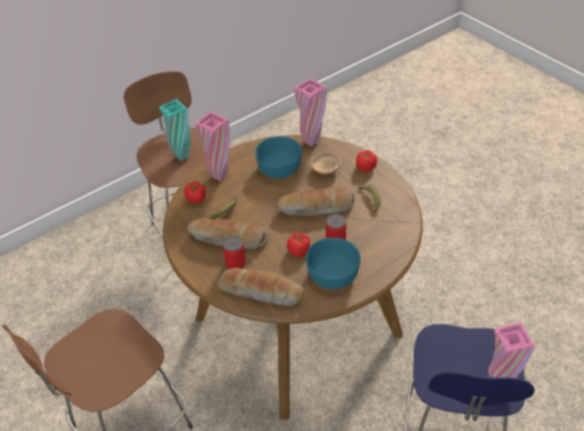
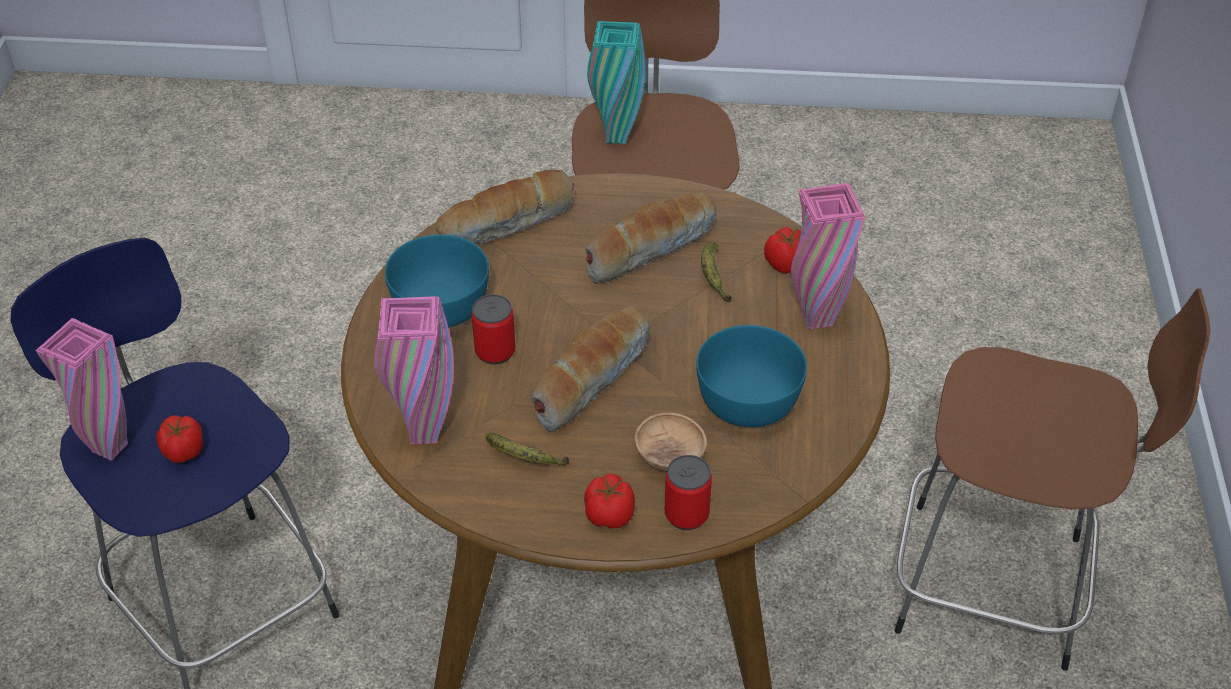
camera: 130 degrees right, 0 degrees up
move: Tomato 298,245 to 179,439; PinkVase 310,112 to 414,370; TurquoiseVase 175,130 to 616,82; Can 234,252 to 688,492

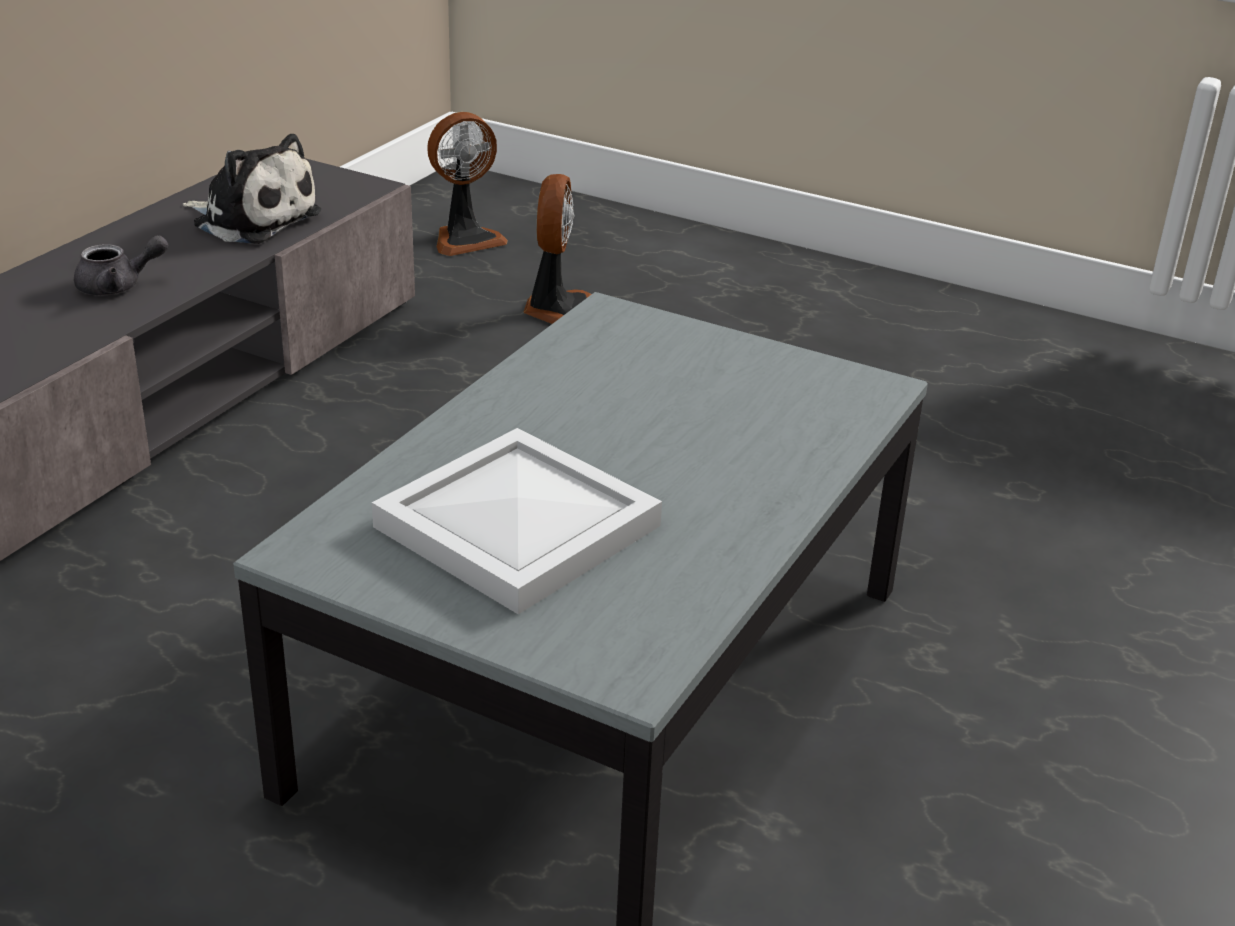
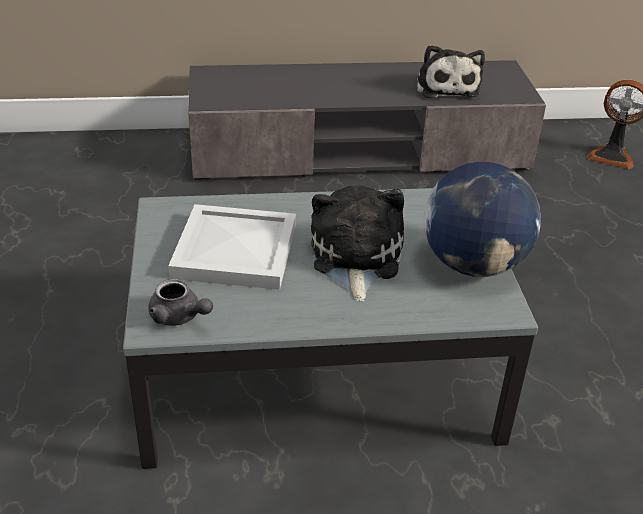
camera: 55 degrees right, 5 degrees up
delete: Fan 557,249
insert: PlushToy 357,243; Globe 482,219
move: GreyTeapot 121,265 to 180,302

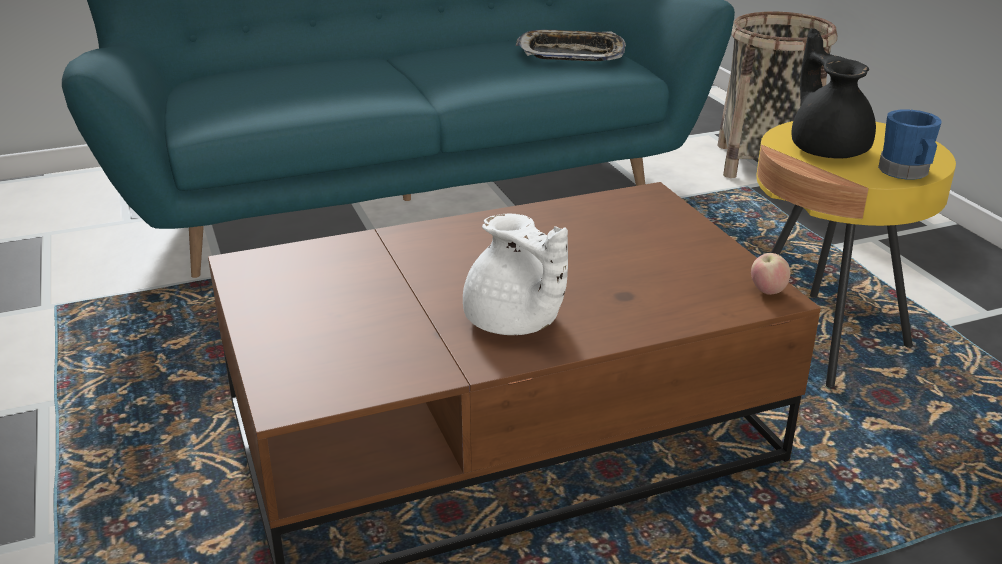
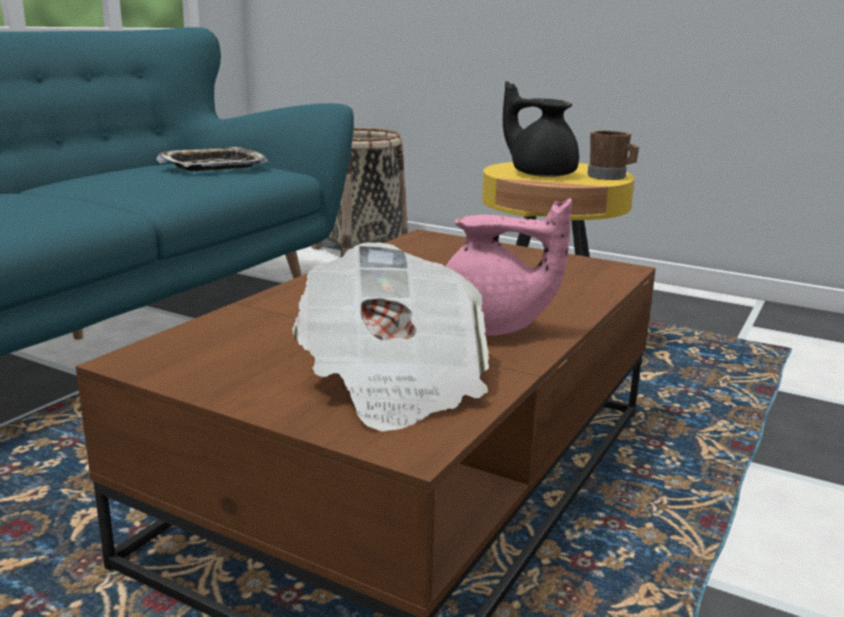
camera: 40 degrees left, 10 degrees down
delete: Apple 770,274
insert: Newspaper 390,337
recolor: WhiteTeapot 515,274 to PinkTeapot 509,266; BlueMug 910,144 to BrownMug 613,155

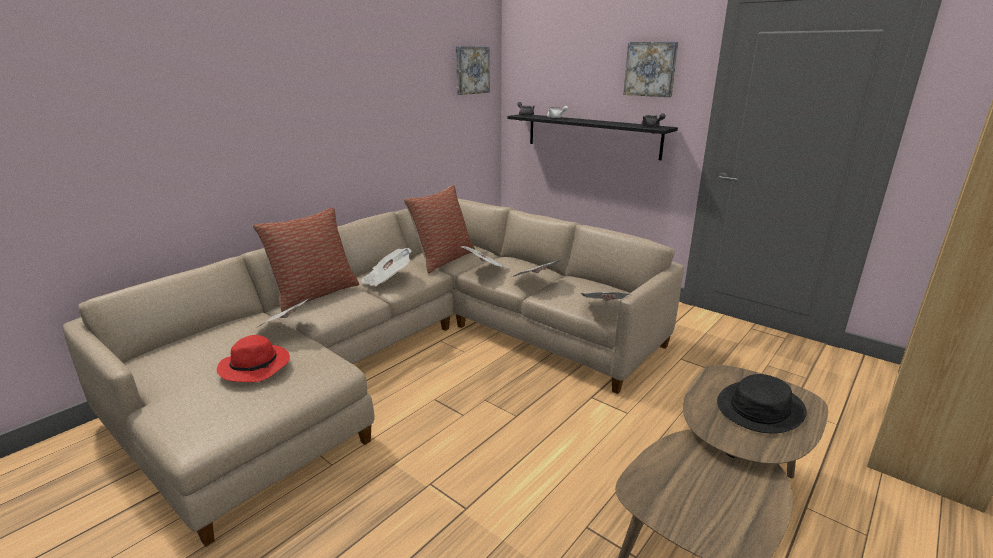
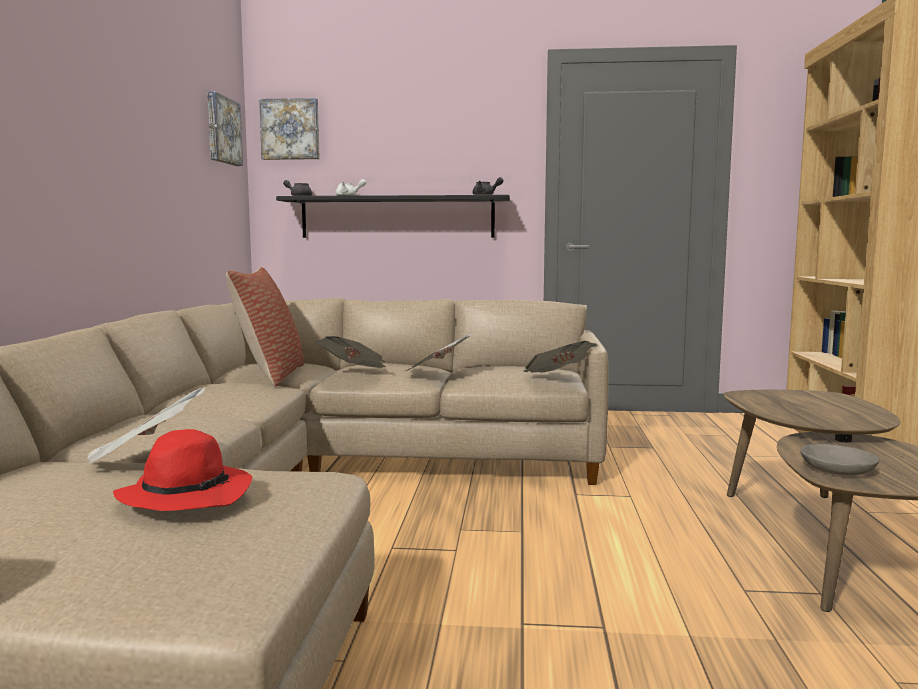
camera: 35 degrees left, 15 degrees down
delete: Pillow 306,259; Newspaper 386,267; BlackHat 762,404
insert: GreyBowl 839,459
move: Picture 650,69 to 289,129

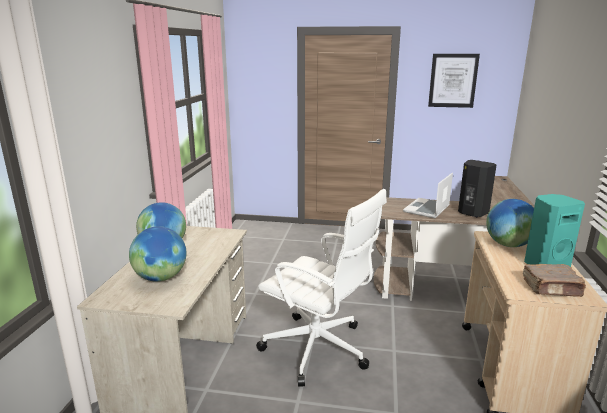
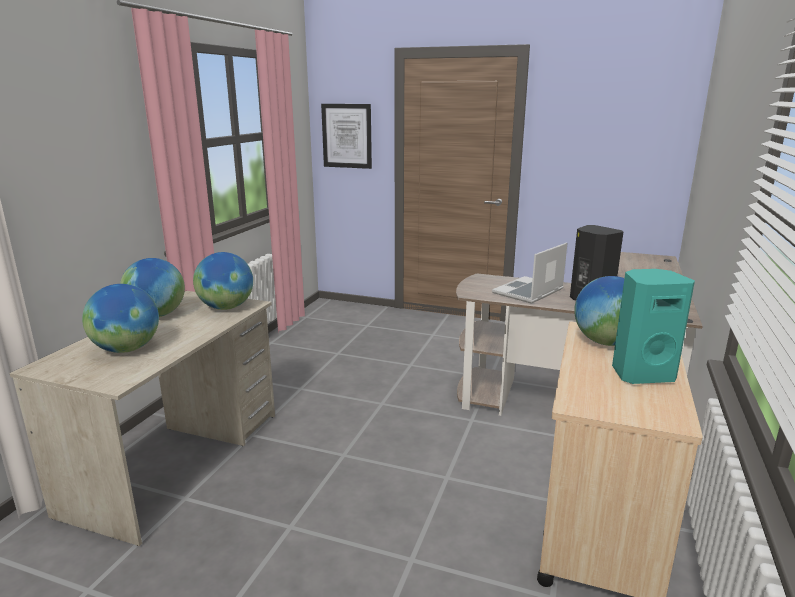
camera: 10 degrees right, 0 degrees up
delete: WhiteOfficeChair 321,288; BrownBook 554,280
insert: Globe 223,281
move: Picture 454,81 to 346,136

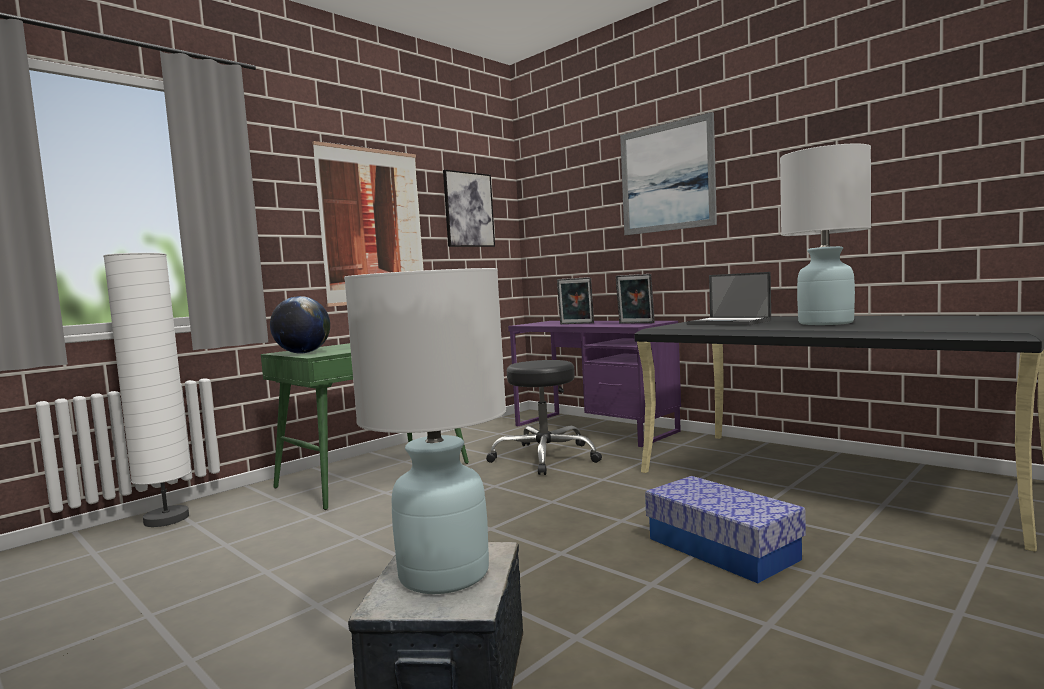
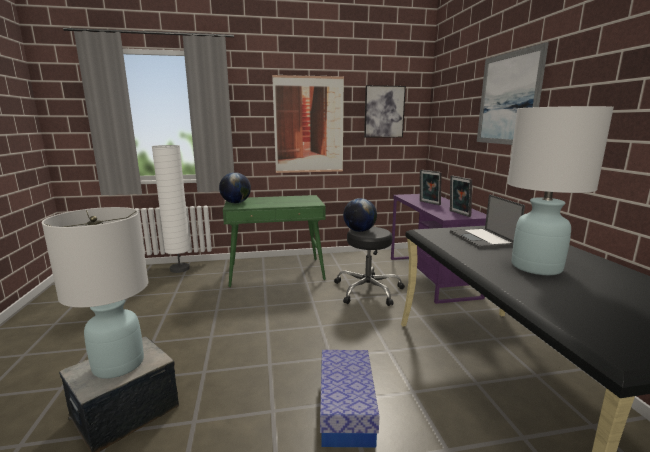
camera: 35 degrees right, 10 degrees up
insert: Globe 360,215

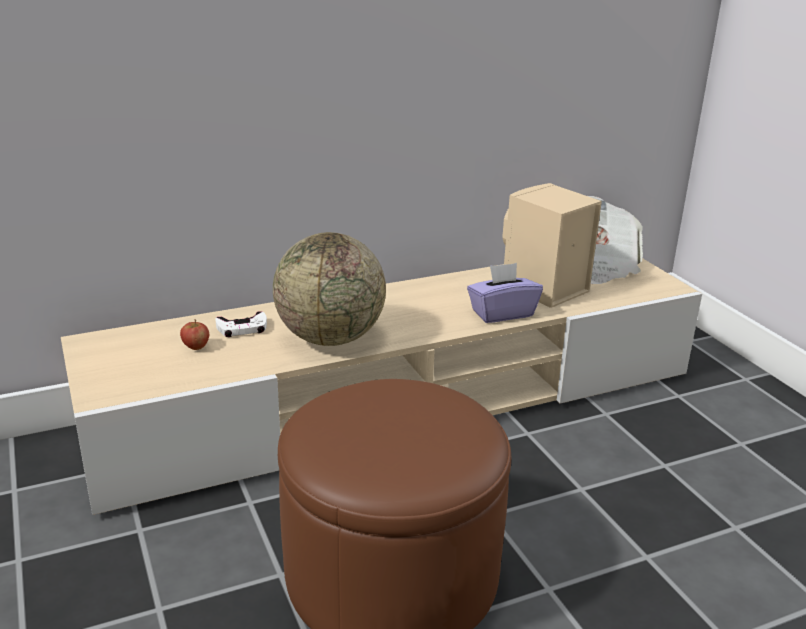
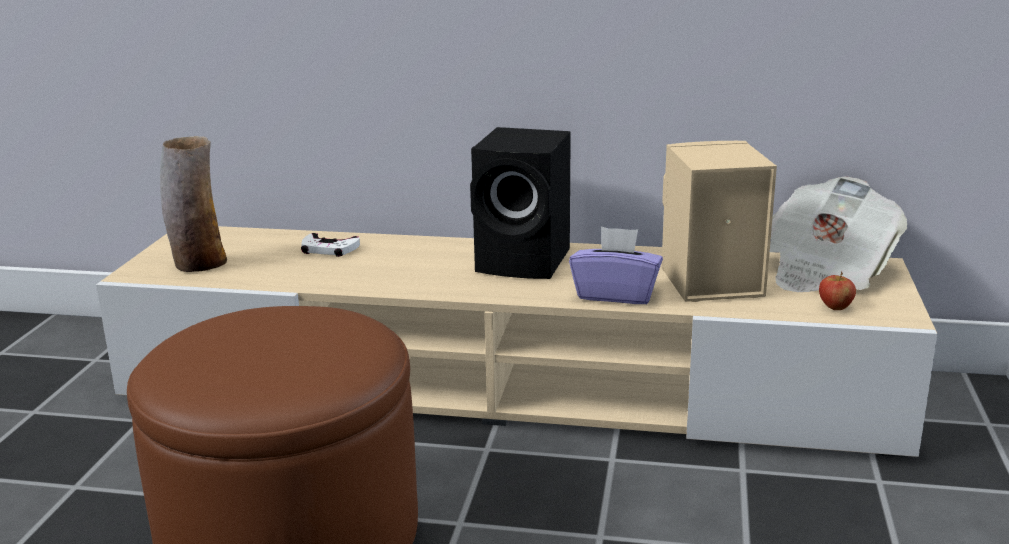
camera: 35 degrees right, 5 degrees down
delete: Globe 329,289
insert: Vase 193,204; BlackSpeaker 520,203
move: Apple 194,334 to 837,291

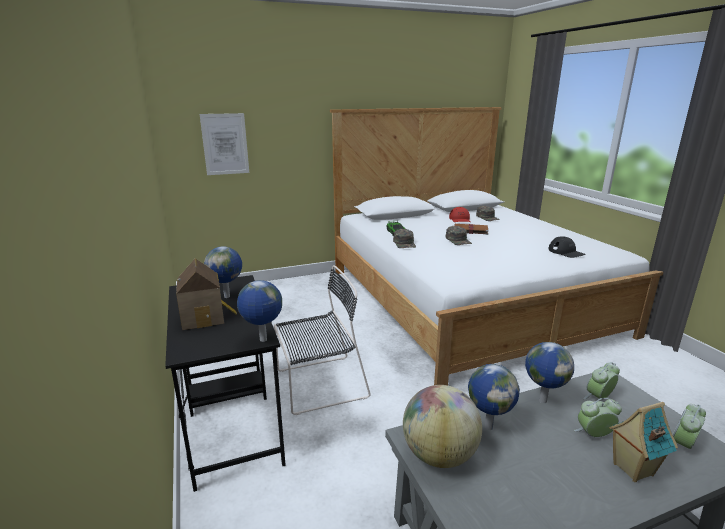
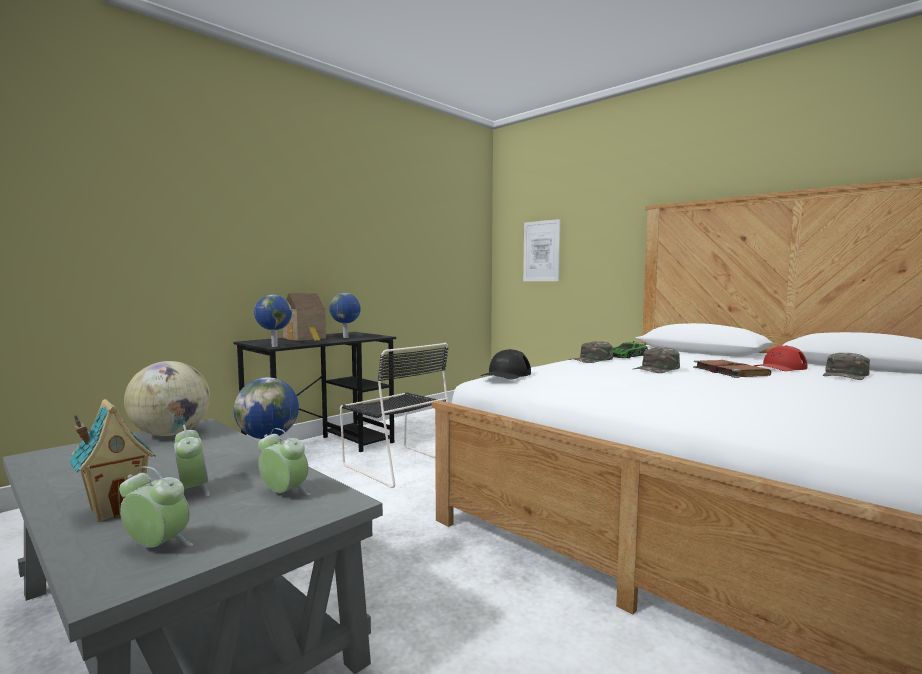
camera: 65 degrees right, 15 degrees down
delete: Globe 494,397
move: BlackCap 567,247 to 505,364

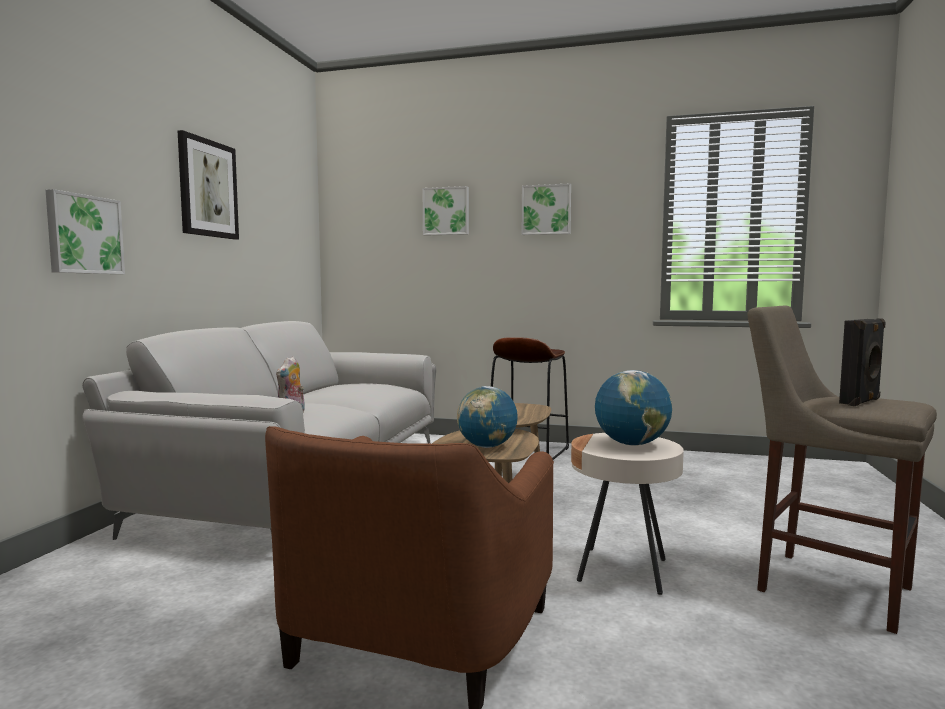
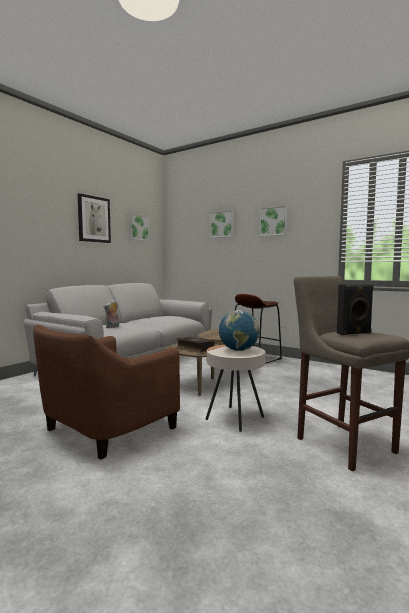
camera: 20 degrees right, 0 degrees up
move: Picture 85,231 to 139,227
replace: Globe 487,417 to Book 195,345

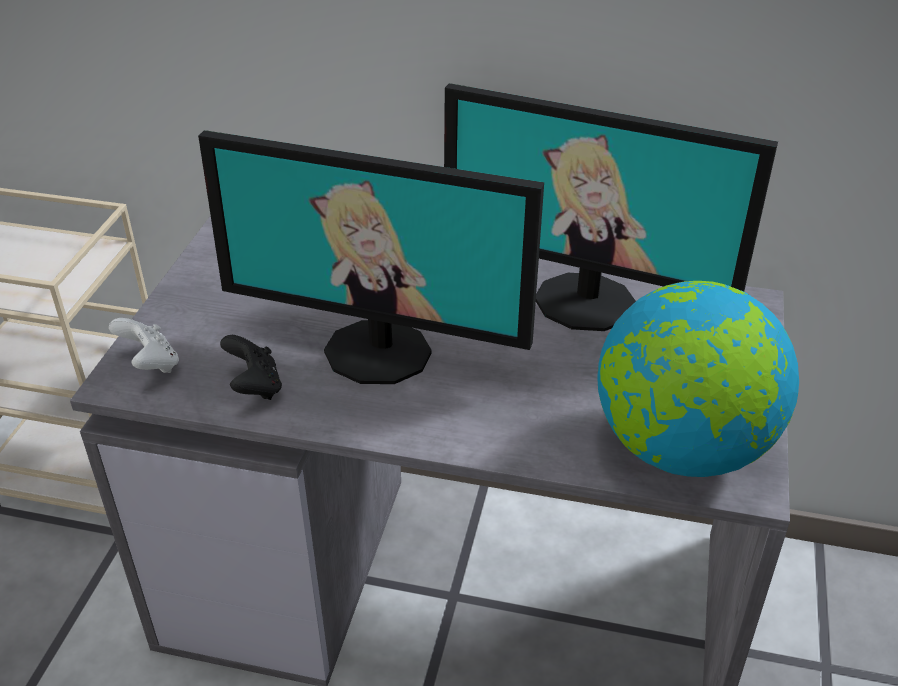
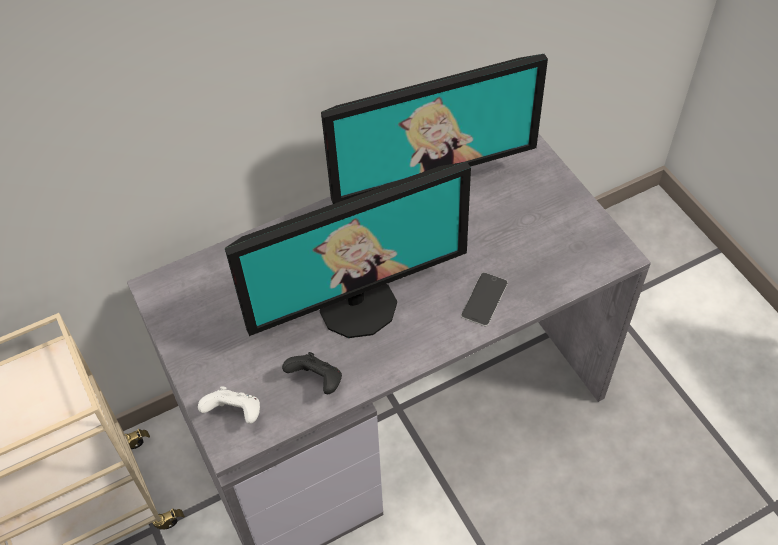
camera: 40 degrees left, 15 degrees up
delete: Globe 698,379
insert: Phone 484,299

